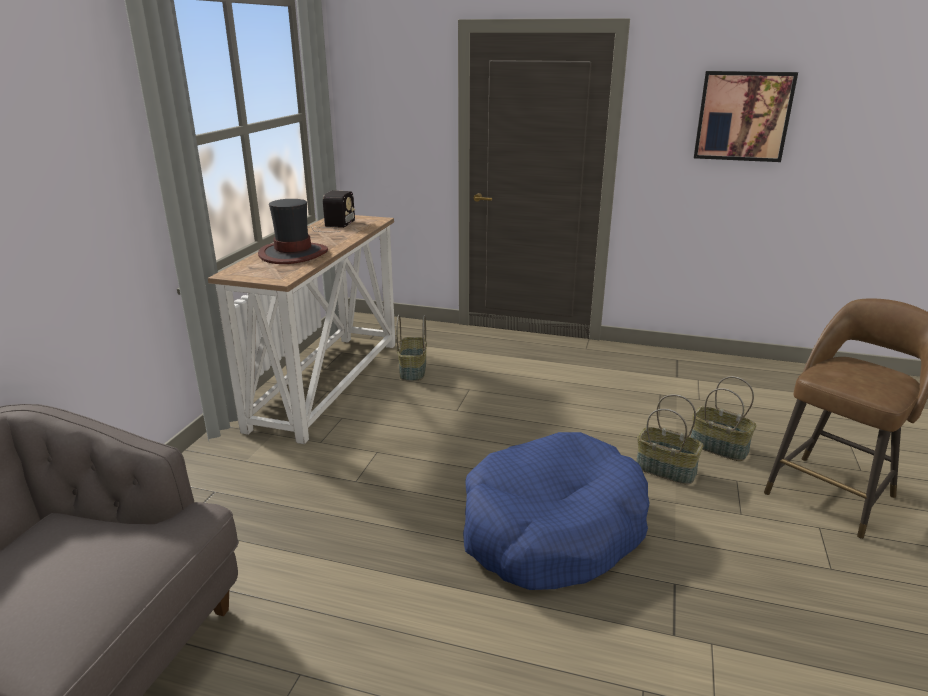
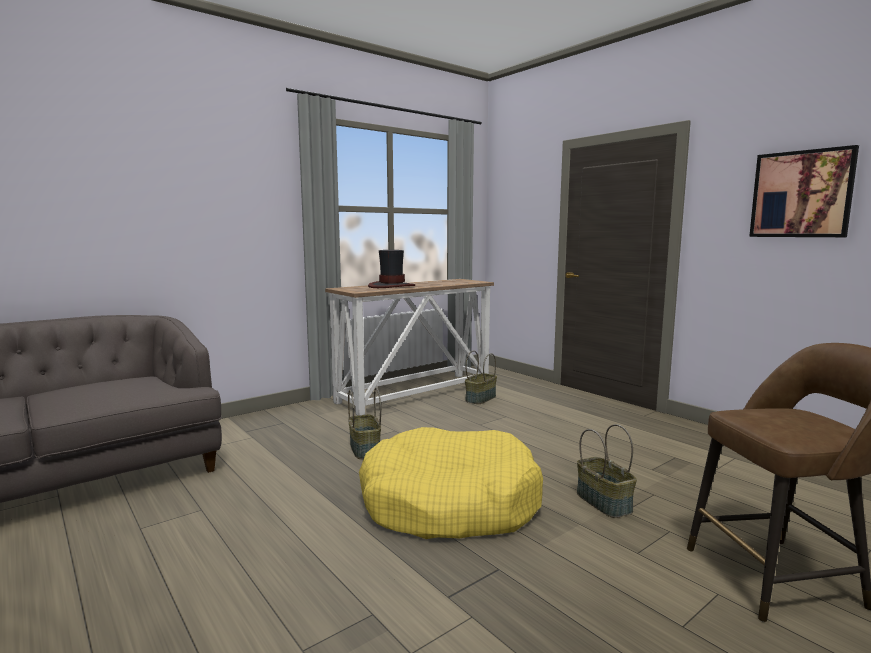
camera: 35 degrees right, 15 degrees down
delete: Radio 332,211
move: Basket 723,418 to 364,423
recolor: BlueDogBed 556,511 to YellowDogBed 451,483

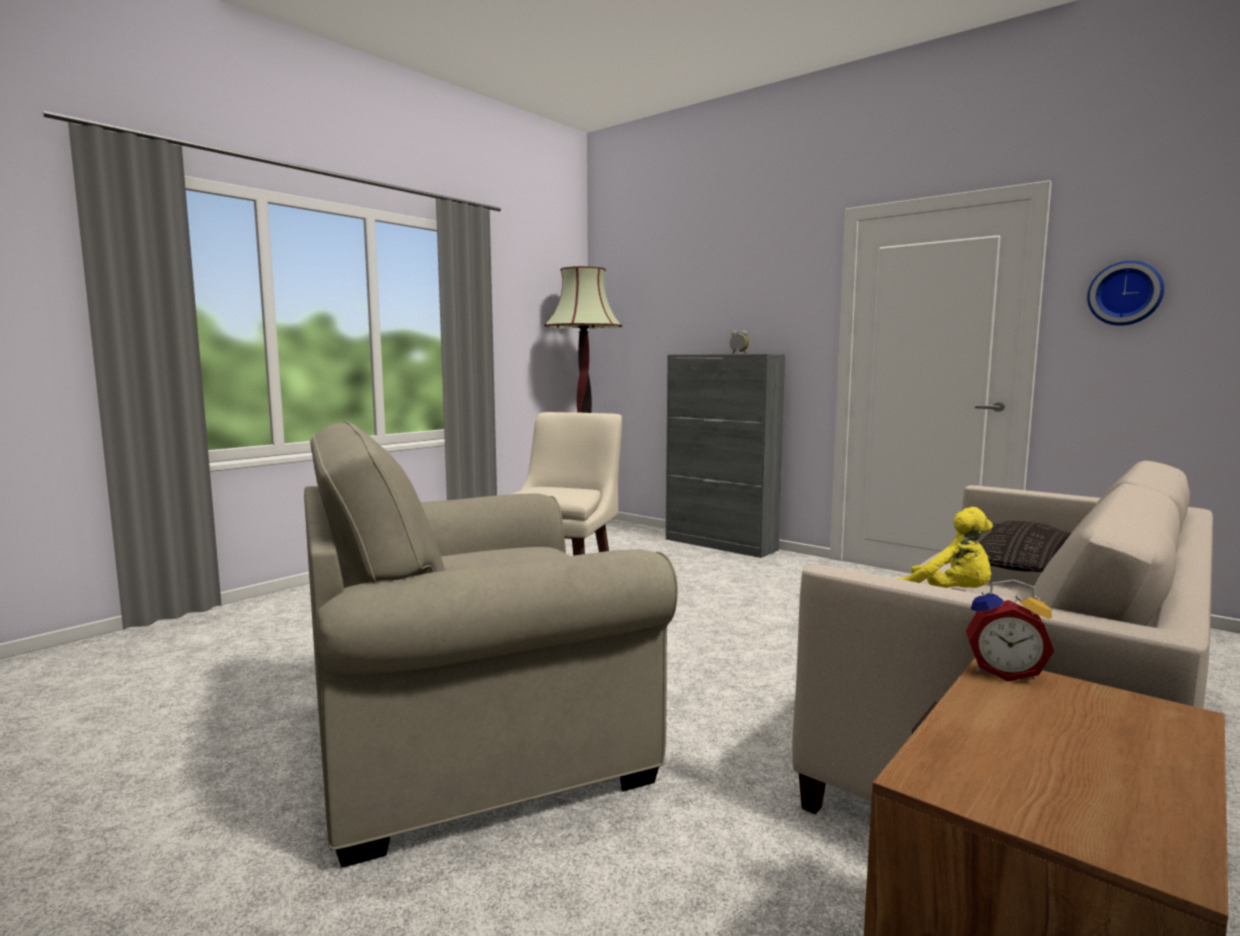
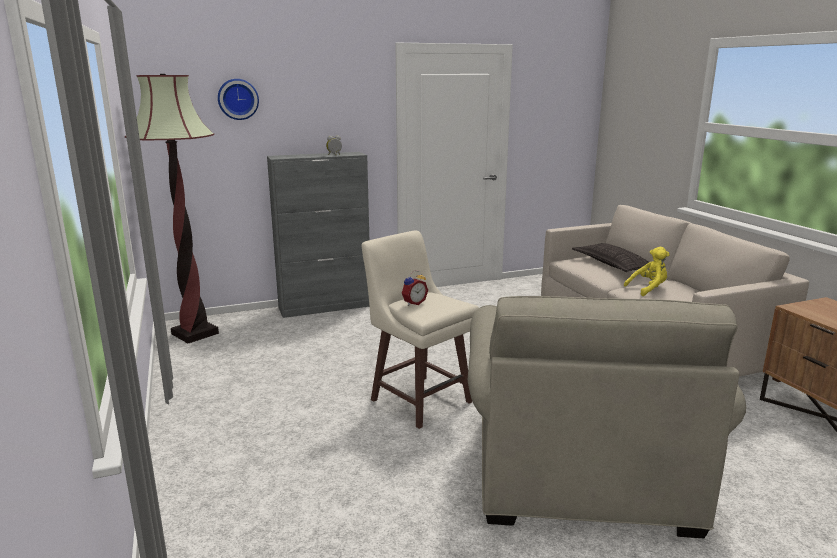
camera: 60 degrees left, 10 degrees up
move: WallClock 1125,293 to 238,99; AlarmClock 1010,630 to 415,288

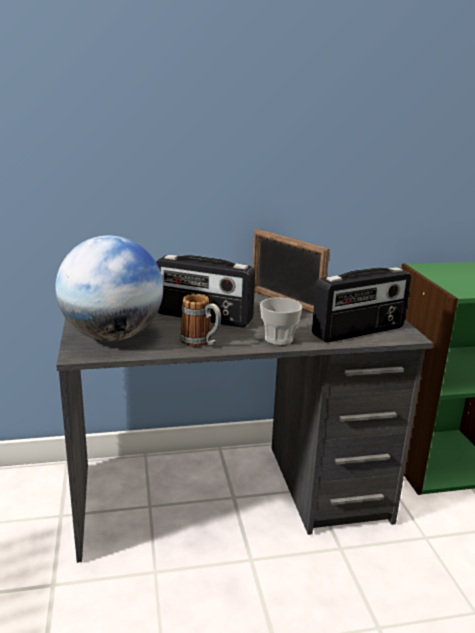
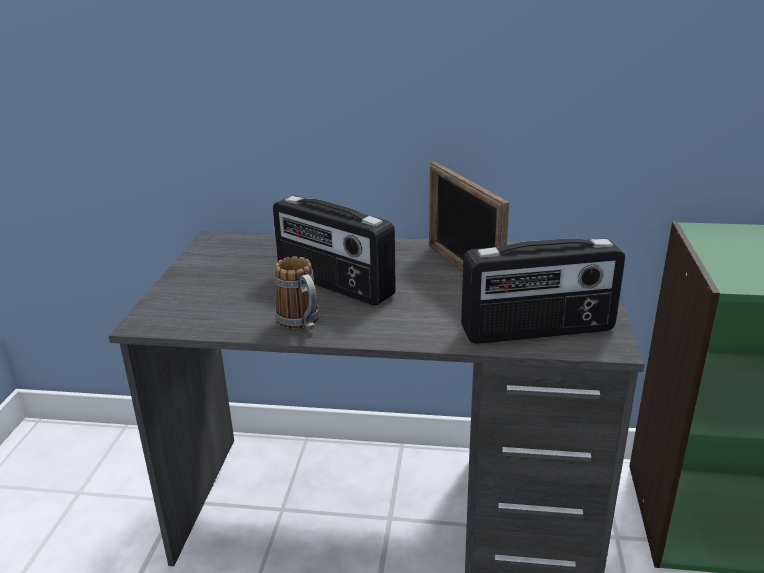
camera: 20 degrees right, 5 degrees up
delete: Globe 109,288; Cup 281,321

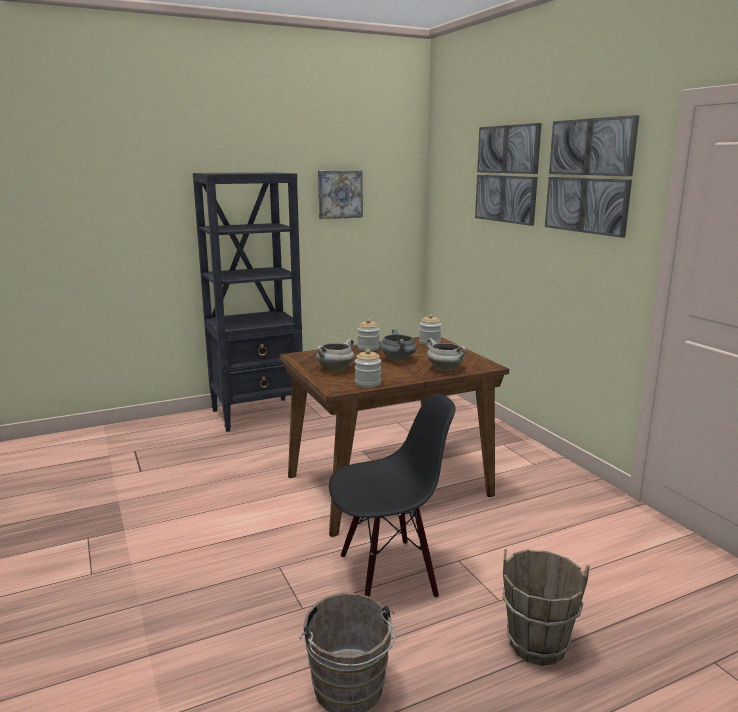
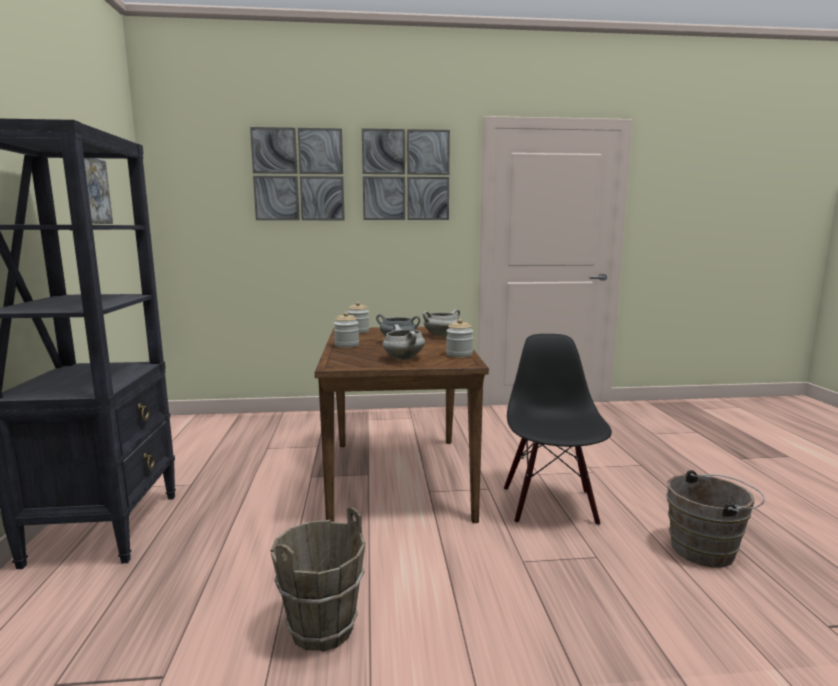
camera: 70 degrees left, 5 degrees down
move: BrownBucket 546,607 to 318,579

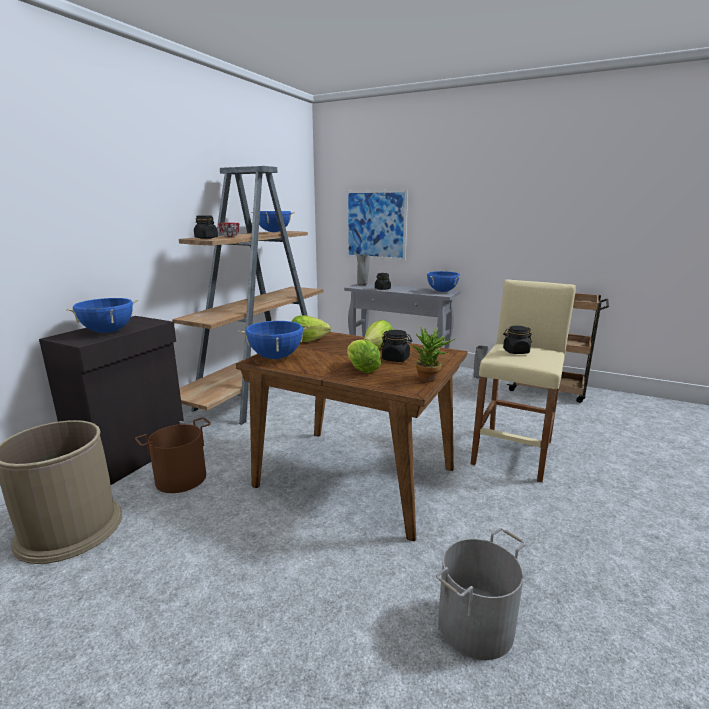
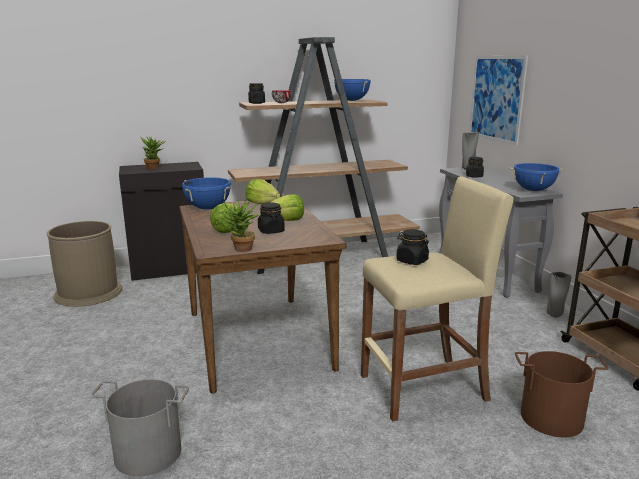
camera: 45 degrees right, 0 degrees up
move: BrownBucket 173,455 to 562,394
replace: BlueCookingPot 102,315 to PottedPlant 153,153

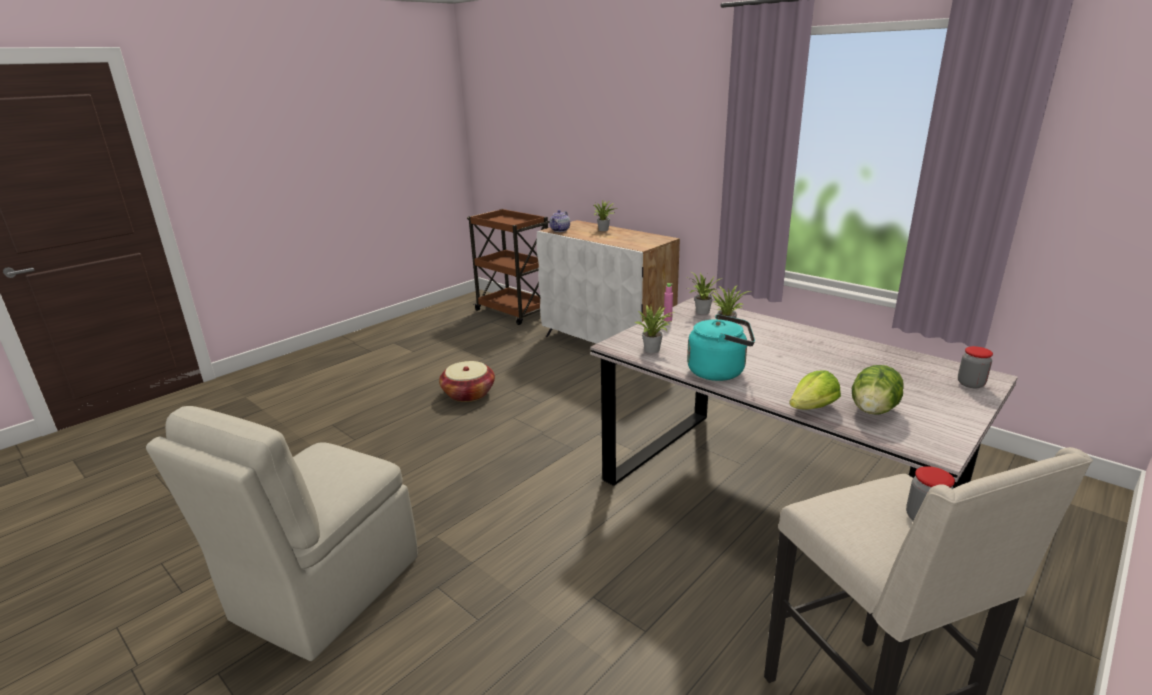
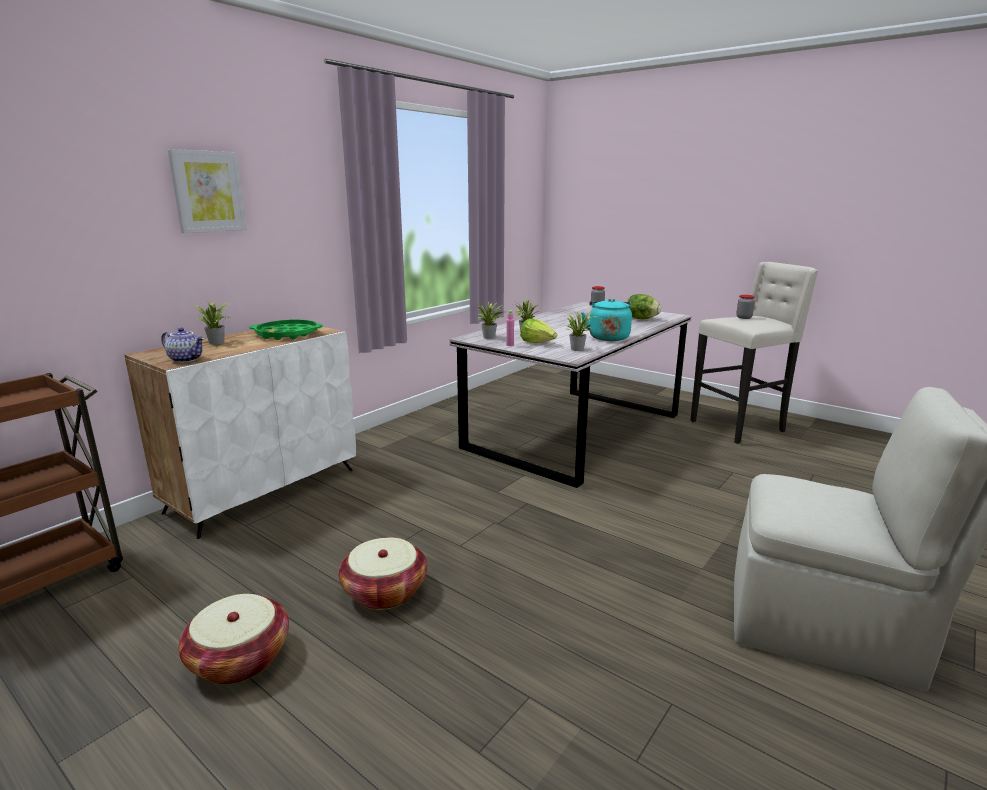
camera: 95 degrees left, 5 degrees down
insert: Picture 207,191; Basket 233,639; GreenTray 286,330
move: Lettuce 815,390 to 538,331

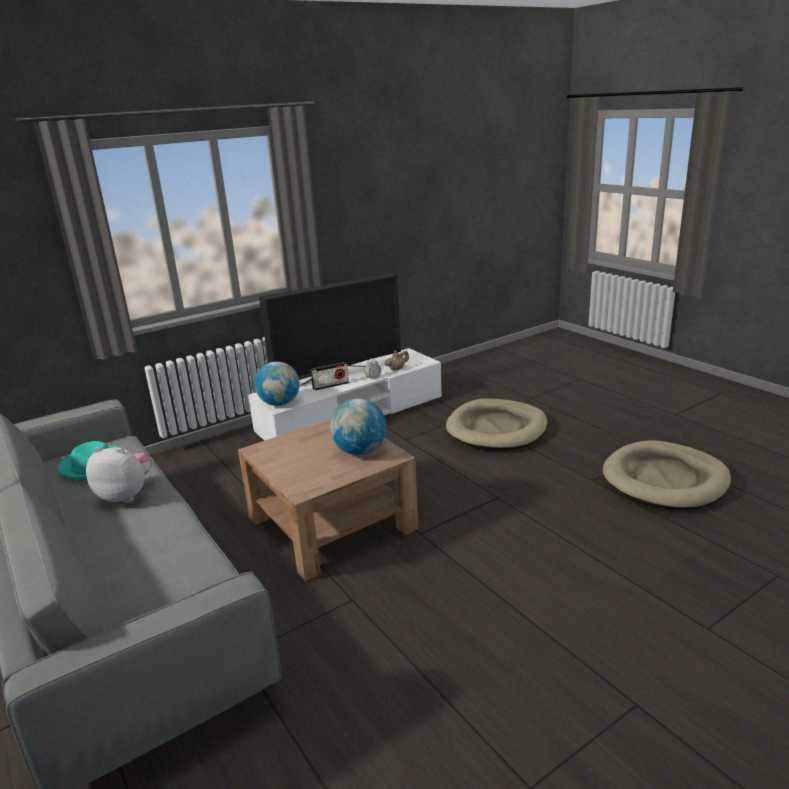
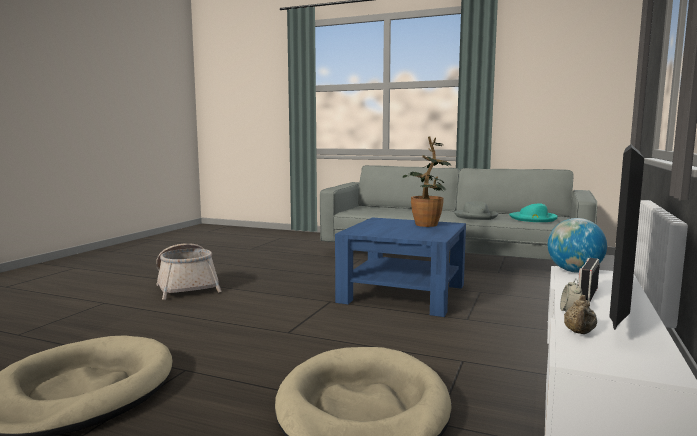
camera: 145 degrees right, 15 degrees down
delete: Globe 358,426
insert: Basket 189,271; PottedPlant 427,181
replace: PlushToy 119,475 to GreyHat 476,210
recolor: BrownCoffeeTable 328,500 to BlueCoffeeTable 400,267

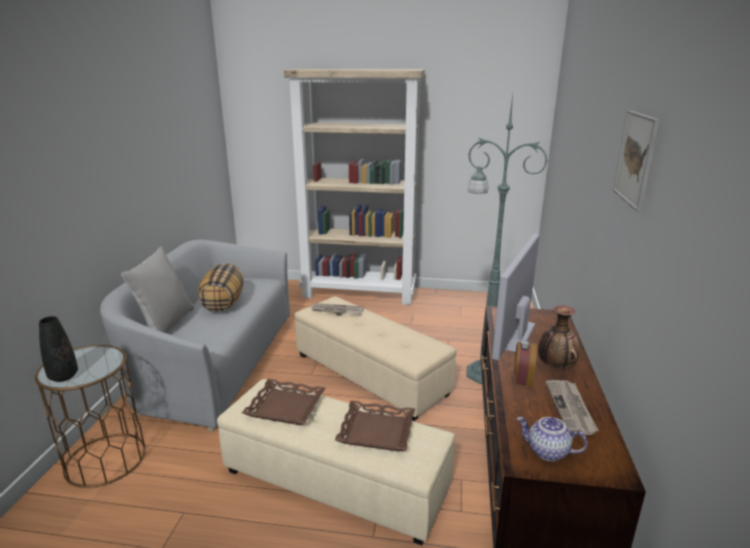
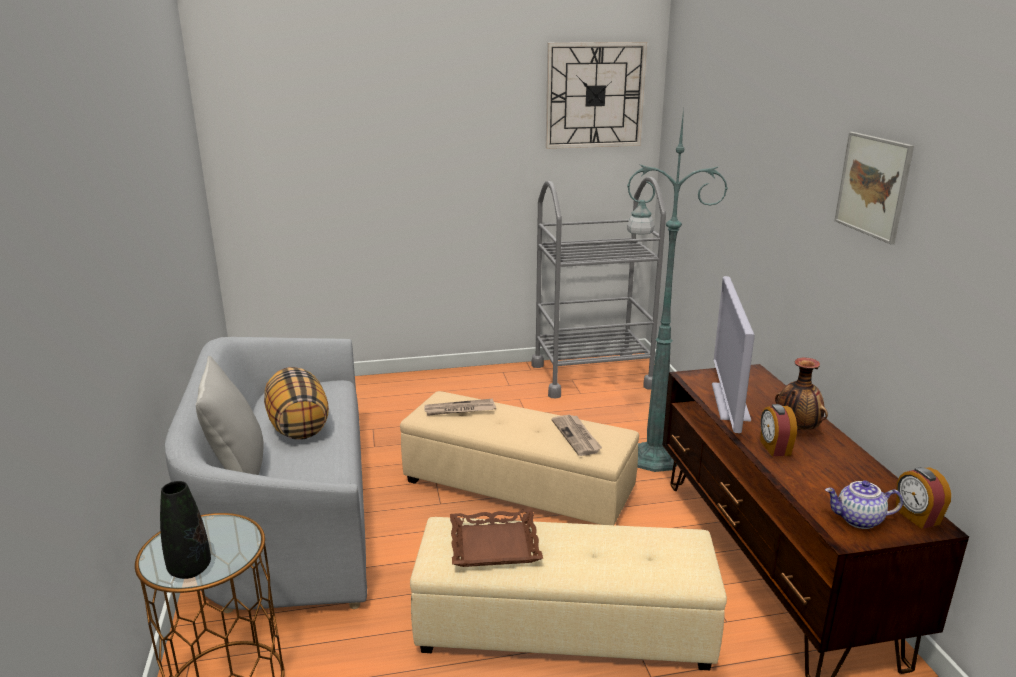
camera: 20 degrees left, 0 degrees up
delete: BeigeBookcase 354,187; BrownTray 375,426
insert: GreyCart 599,287; WallClock 596,95; AlarmClock 923,498
move: Newspaper 572,407 to 577,435

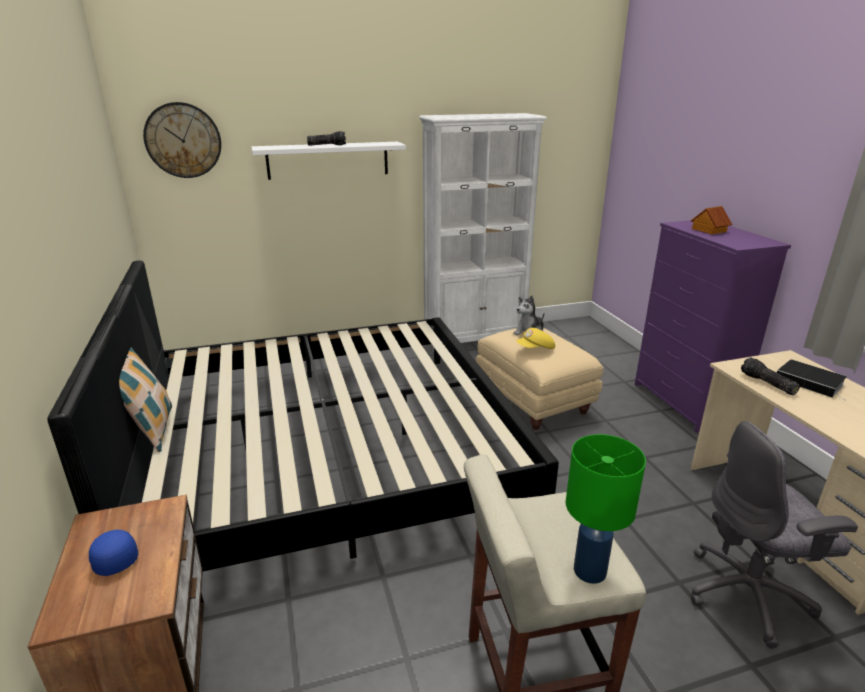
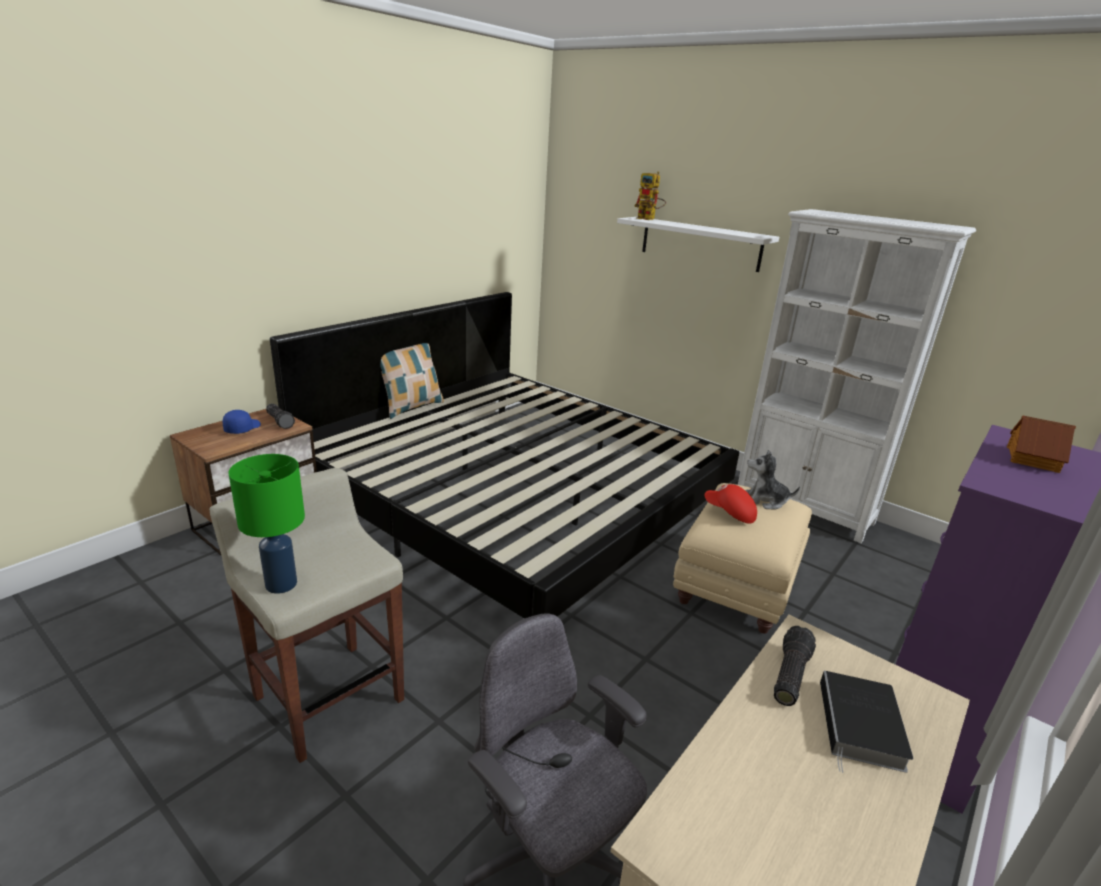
camera: 55 degrees right, 0 degrees up
delete: WallClock 182,140
insert: ToyRobot 650,196
move: Flashlight 326,138 to 280,416
recolor: YellowCap 535,338 to RedCap 731,504

